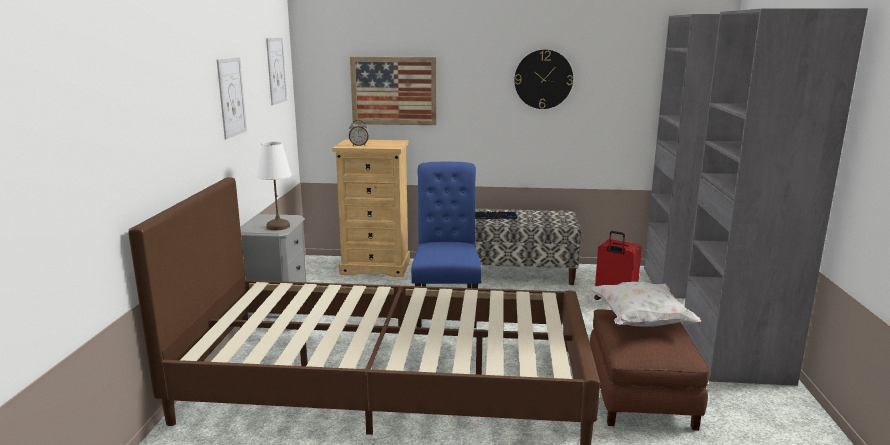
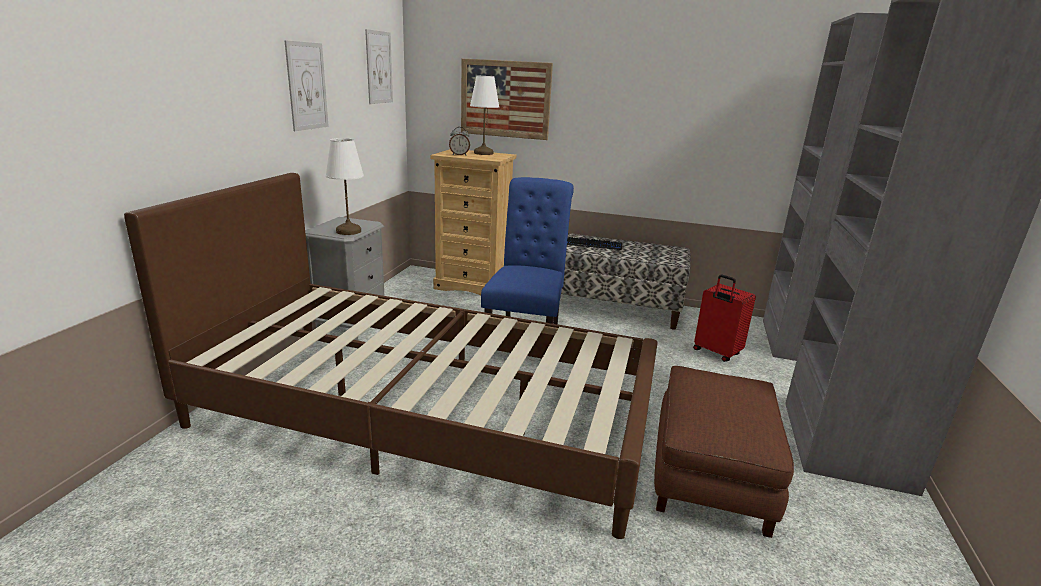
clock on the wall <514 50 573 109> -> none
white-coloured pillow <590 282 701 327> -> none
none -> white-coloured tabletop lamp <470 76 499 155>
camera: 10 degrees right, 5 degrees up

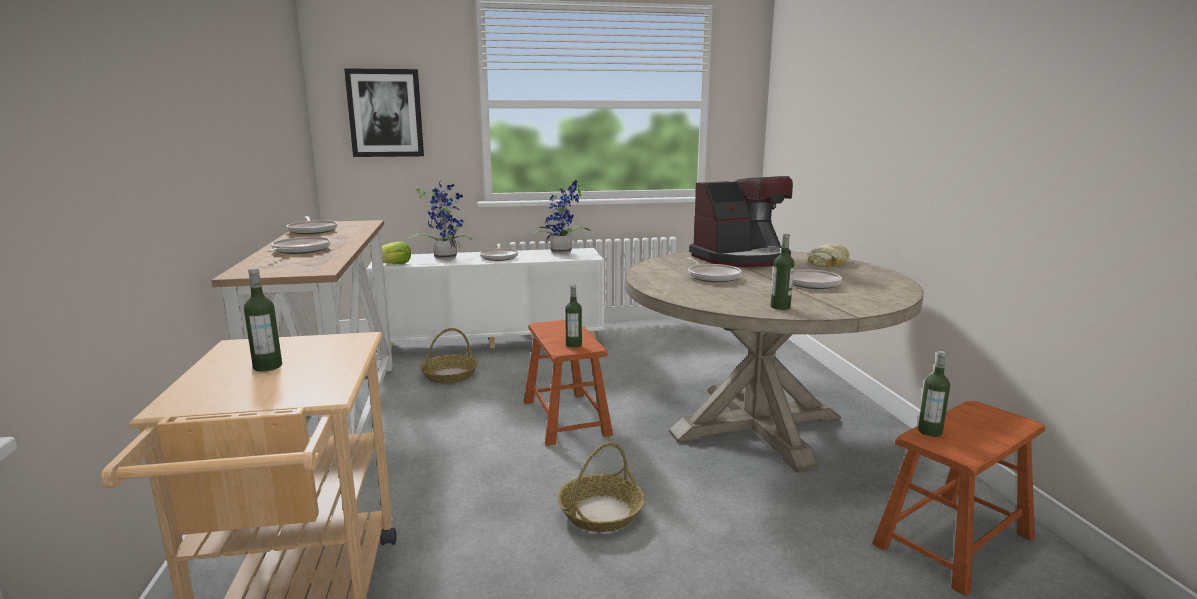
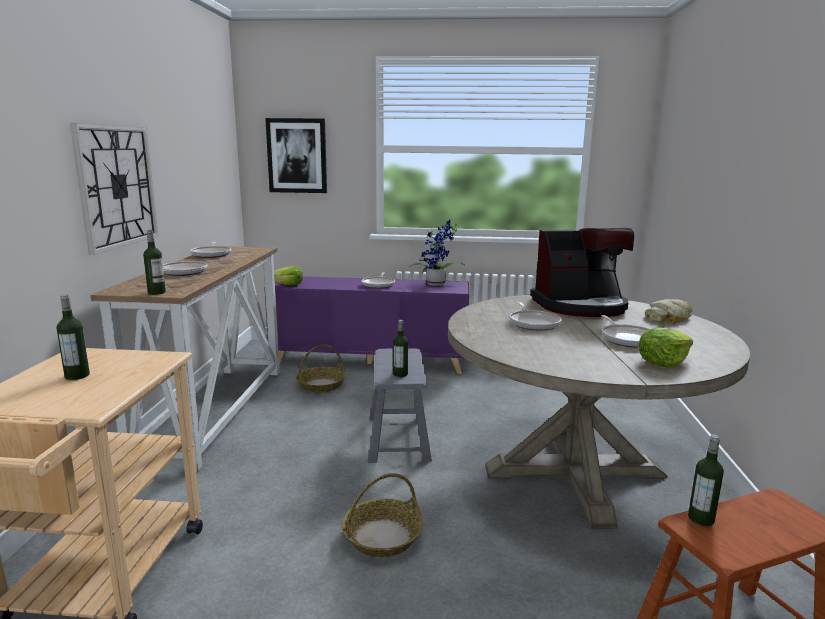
white-coloured cabinet <366 248 604 348> -> purple-coloured cabinet <264 276 469 374>
plant in a pot <408 182 472 260> -> none
brown-coloured stool seat <524 320 613 446> -> gray stool seat <368 348 432 463>
beverage bottle <771 233 794 310> -> beverage bottle <143 230 166 295>, shifted
none -> clock on the wall <70 123 158 255>
none -> head of lettuce <638 328 693 367>
camera: 15 degrees right, 0 degrees up

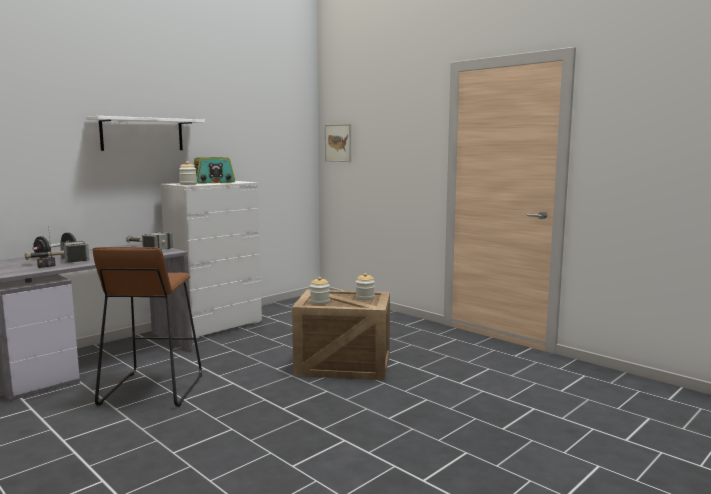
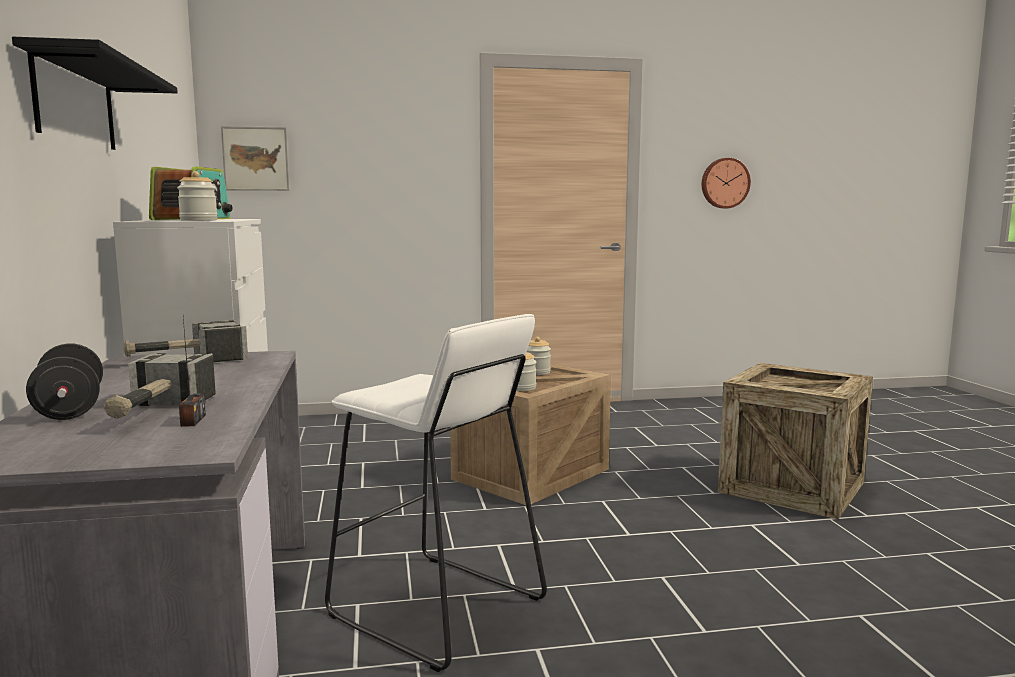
white-coloured wall shelf <86 116 205 151> -> black-coloured wall shelf <12 37 178 150>
brown-coloured stool seat <93 247 202 407> -> white-coloured stool seat <325 314 547 672>
none -> clock on the wall <702 158 751 208>
none -> packing crate <718 363 873 519>
camera: 55 degrees left, 0 degrees up

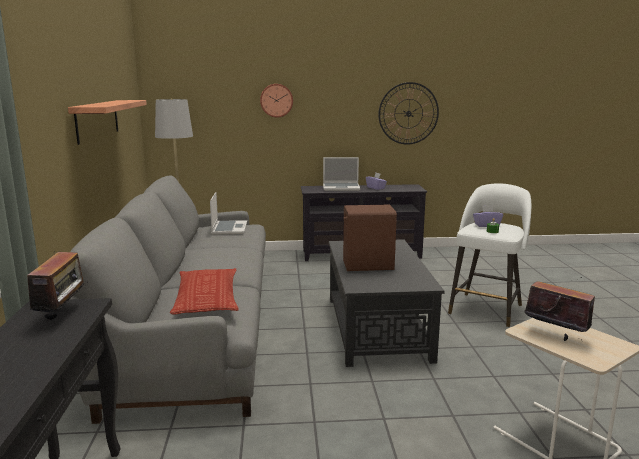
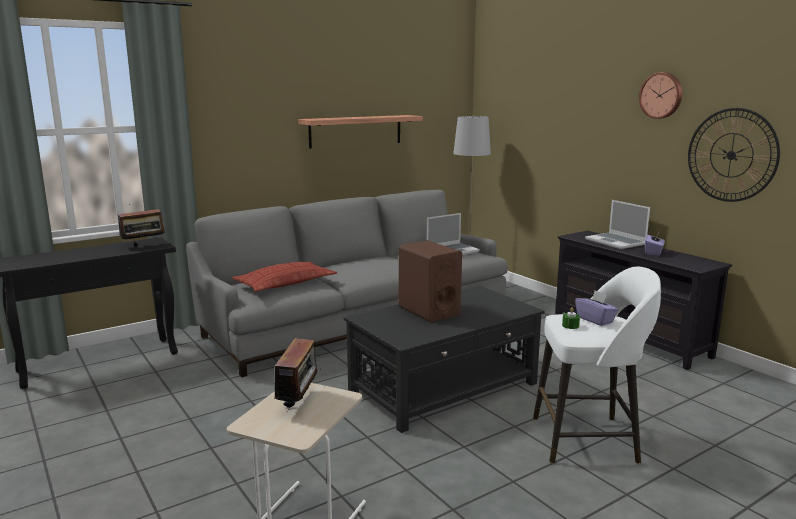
clock on the wall <260 84 293 118> -> clock on the wall <639 72 682 119>, shifted
camera: 60 degrees right, 0 degrees up

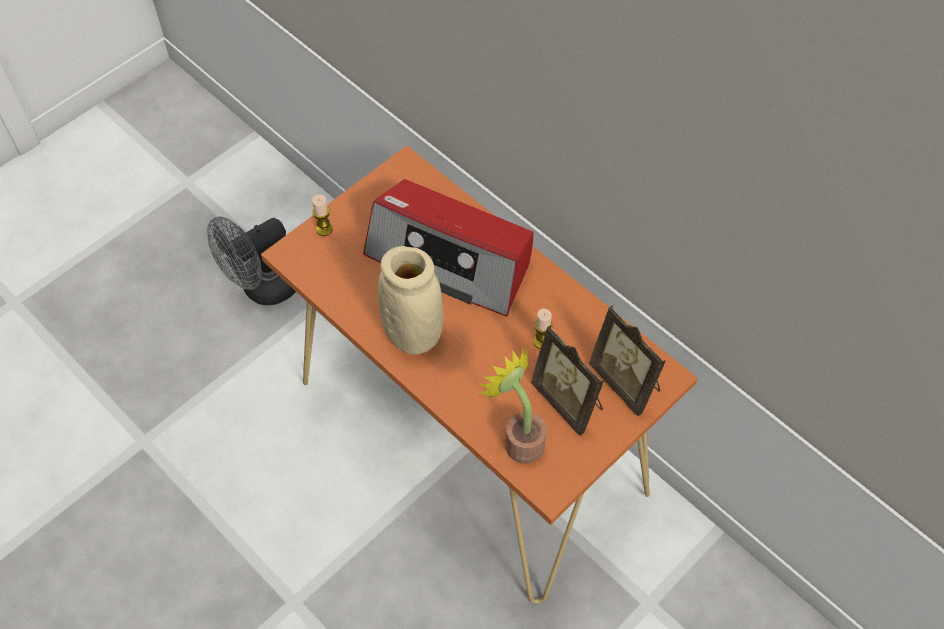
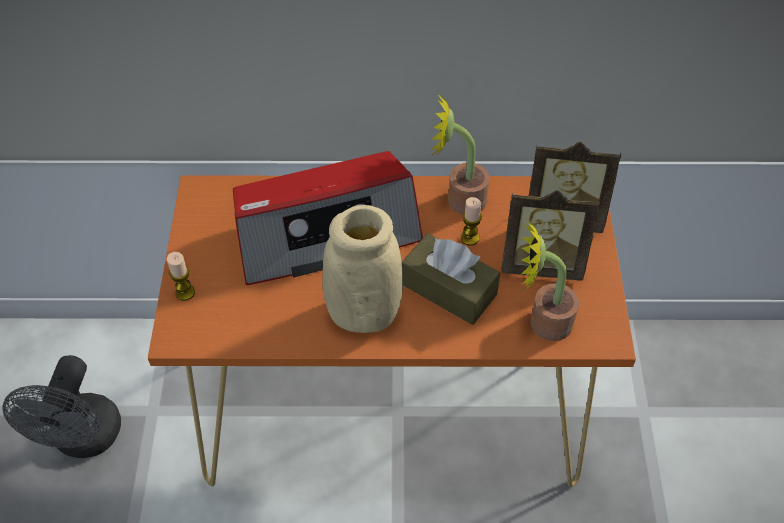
none -> brown-coloured tissue holder <402 233 500 325>
none -> plant in a pot <430 94 490 215>
camera: 45 degrees left, 5 degrees down

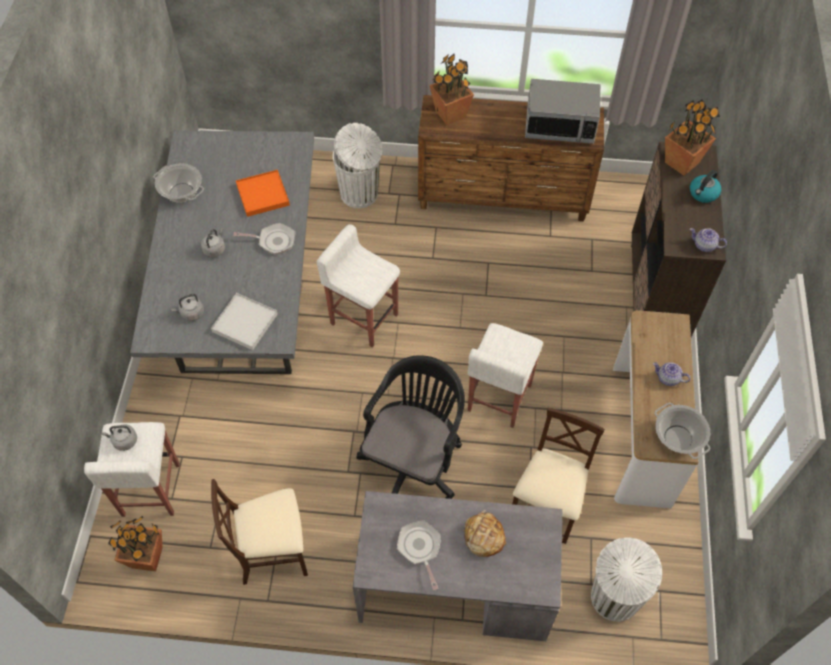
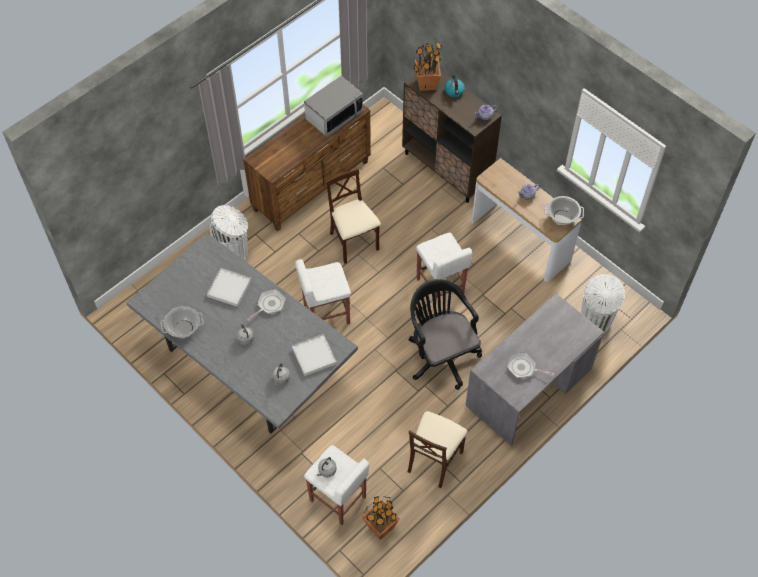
orange-coloured carrying tray <236 170 290 217> -> white-coloured carrying tray <207 268 251 307>
plant in a pot <429 54 474 125> -> none
bakery bread <463 510 506 557> -> none
beige-coloured plain chair <512 408 605 544> -> beige-coloured plain chair <325 168 381 264>, shifted
camera: 50 degrees left, 0 degrees up

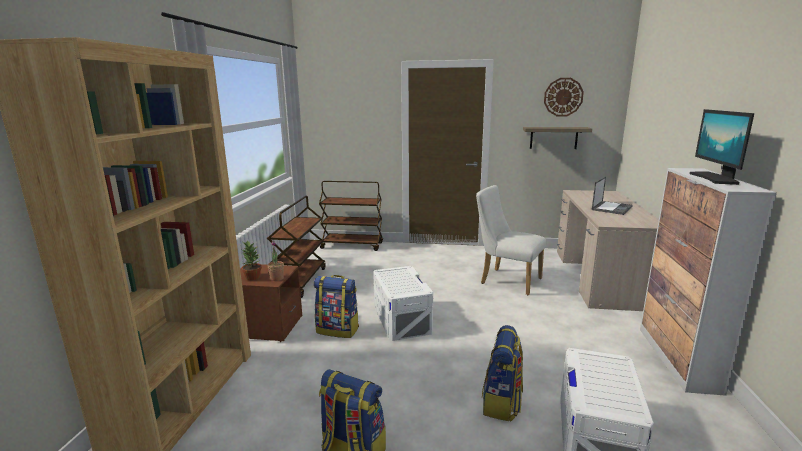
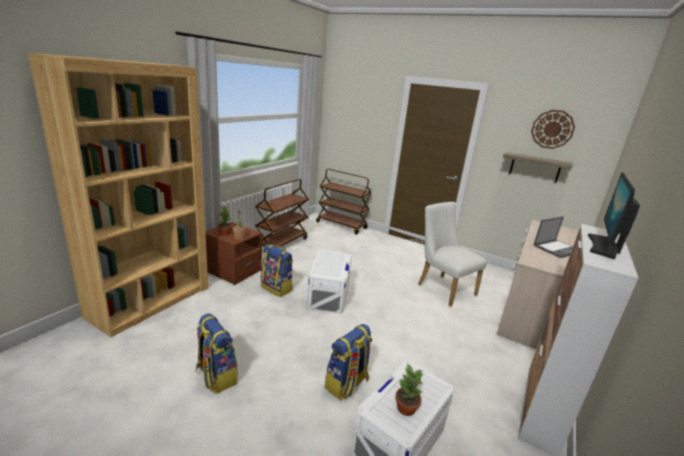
none -> plant in a pot <395 363 424 416>
camera: 20 degrees right, 5 degrees up

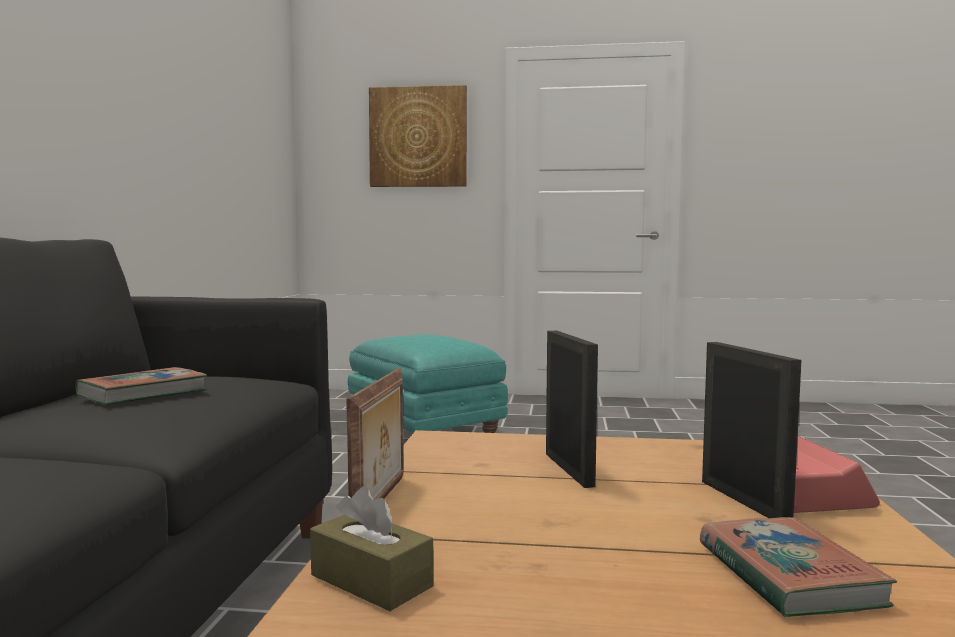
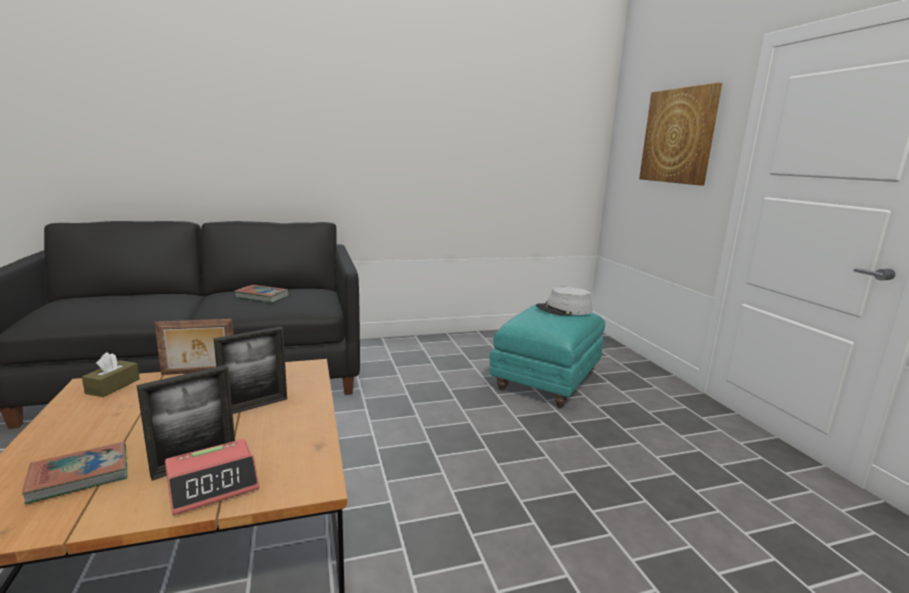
none -> gray hat <536 287 592 315>
camera: 65 degrees right, 10 degrees up

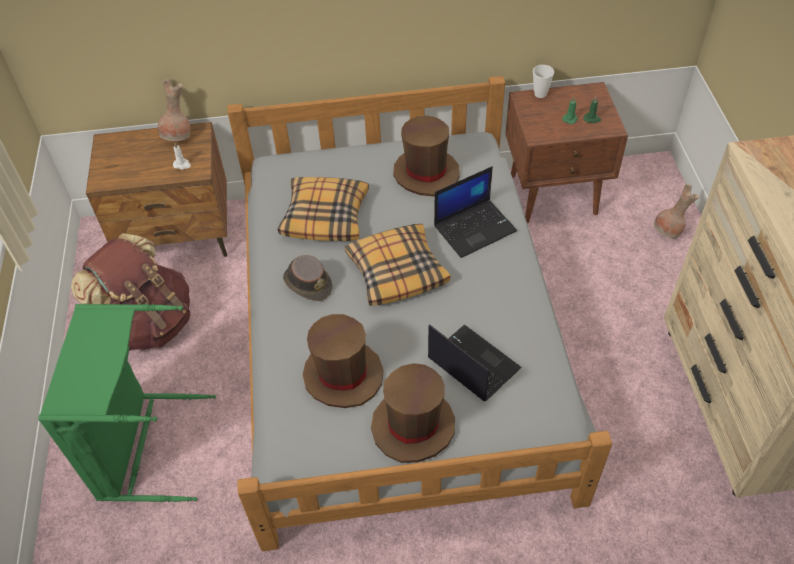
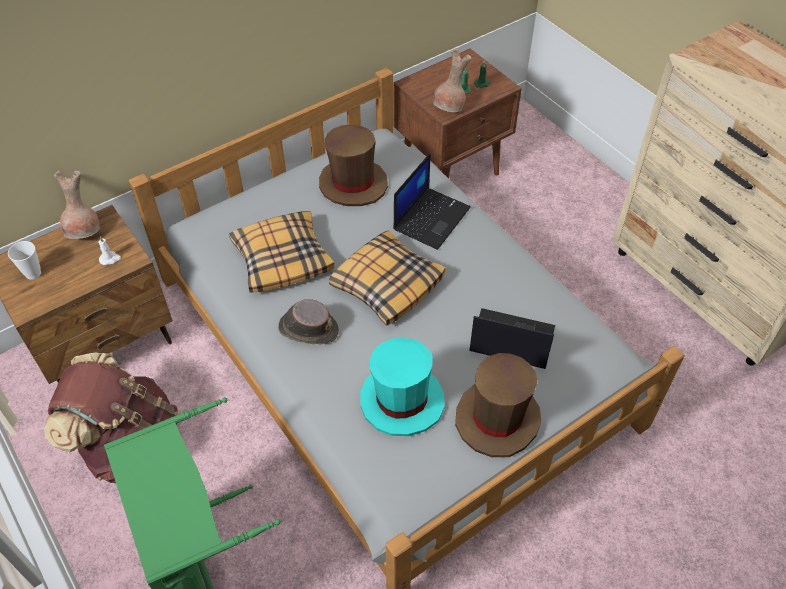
brown-coloured hat <303 314 384 408> -> turquoise-coloured hat <360 338 445 436>
small cup <533 65 554 98> -> small cup <8 241 41 280>, shifted
brown-coloured decorative vase <654 184 699 239> -> brown-coloured decorative vase <433 49 471 112>, shifted
camera: 30 degrees left, 0 degrees up

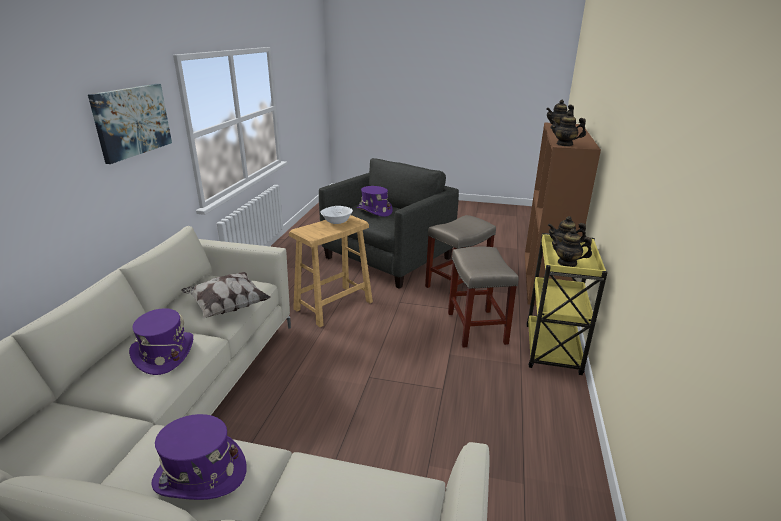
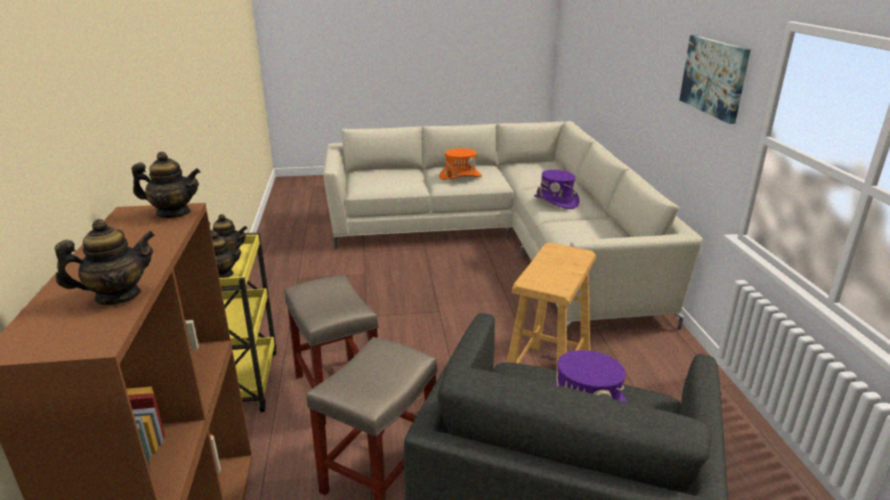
purple-coloured hat <151 414 247 500> -> orange-coloured hat <439 148 482 180>
pillow <181 272 271 319> -> none
white-coloured deep dish <321 206 353 224> -> none
camera: 160 degrees right, 0 degrees up

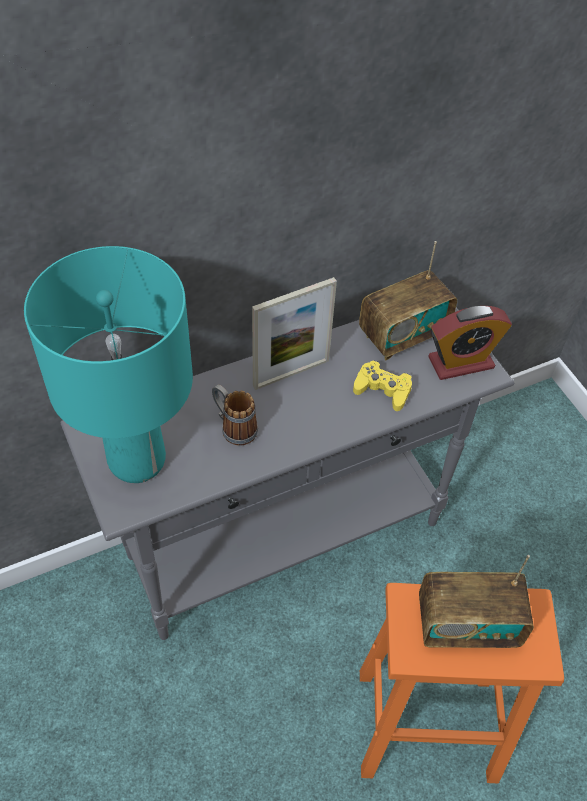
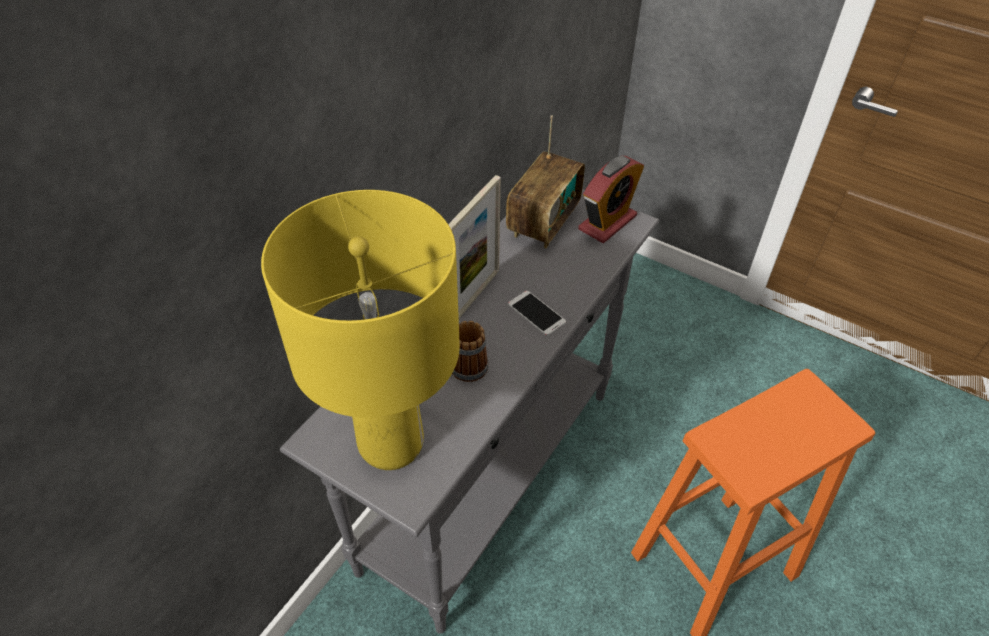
turquoise-coloured tabletop lamp <24 246 193 483> -> yellowish tabletop lamp <261 190 460 470>
yellowish game controller <353 360 412 411> -> none
radio receiver <419 555 534 648> -> none
none -> handset <508 291 566 336>
camera: 30 degrees left, 5 degrees down

